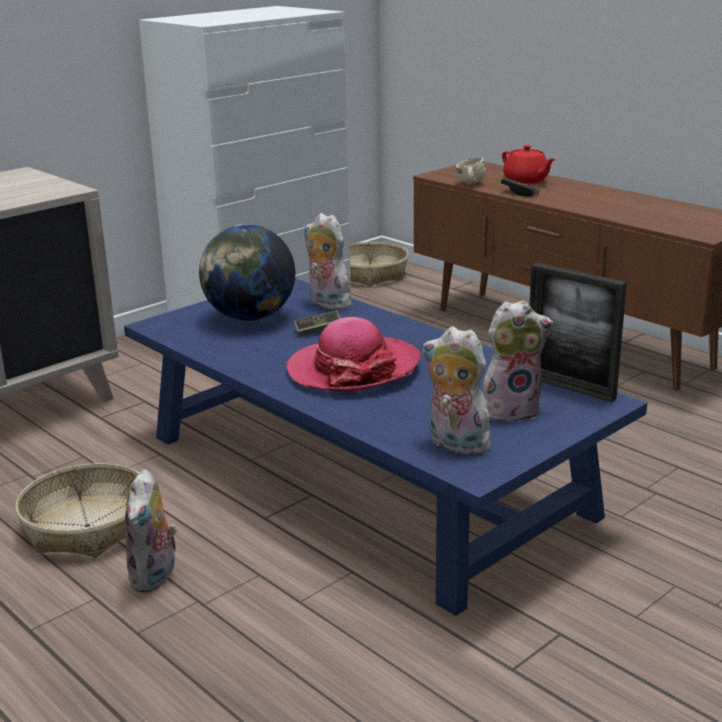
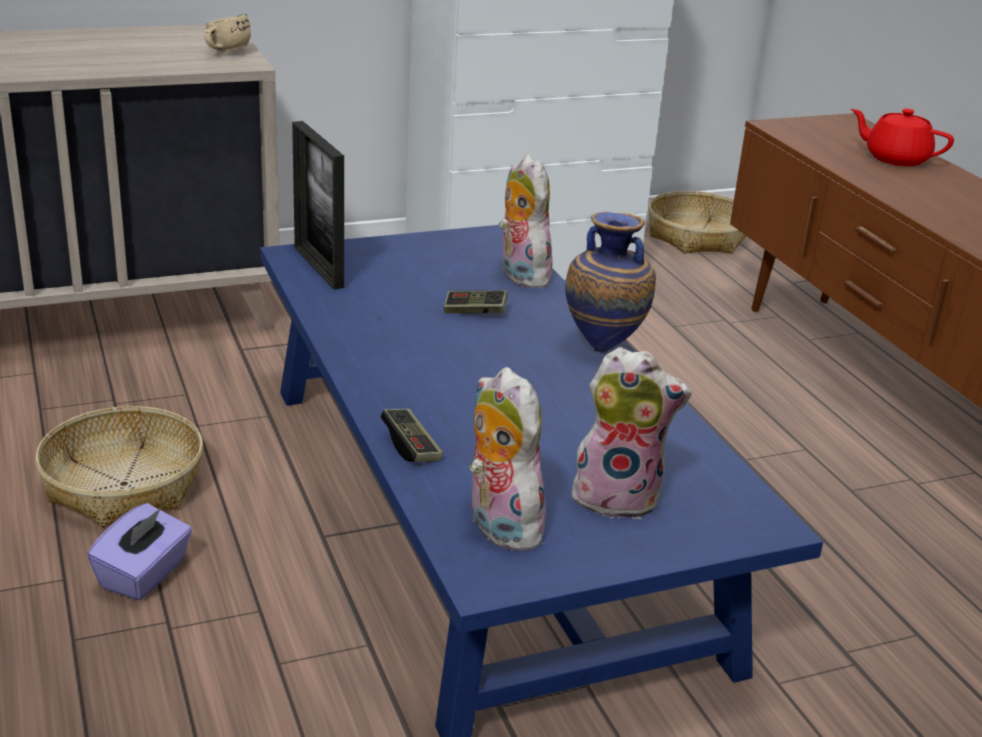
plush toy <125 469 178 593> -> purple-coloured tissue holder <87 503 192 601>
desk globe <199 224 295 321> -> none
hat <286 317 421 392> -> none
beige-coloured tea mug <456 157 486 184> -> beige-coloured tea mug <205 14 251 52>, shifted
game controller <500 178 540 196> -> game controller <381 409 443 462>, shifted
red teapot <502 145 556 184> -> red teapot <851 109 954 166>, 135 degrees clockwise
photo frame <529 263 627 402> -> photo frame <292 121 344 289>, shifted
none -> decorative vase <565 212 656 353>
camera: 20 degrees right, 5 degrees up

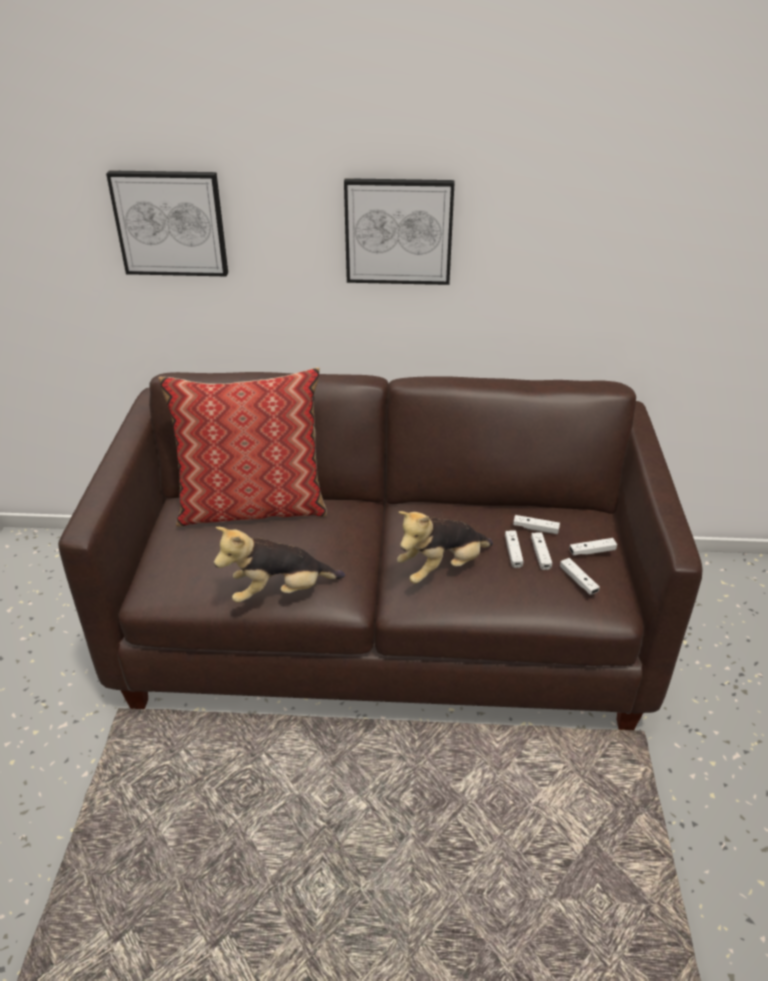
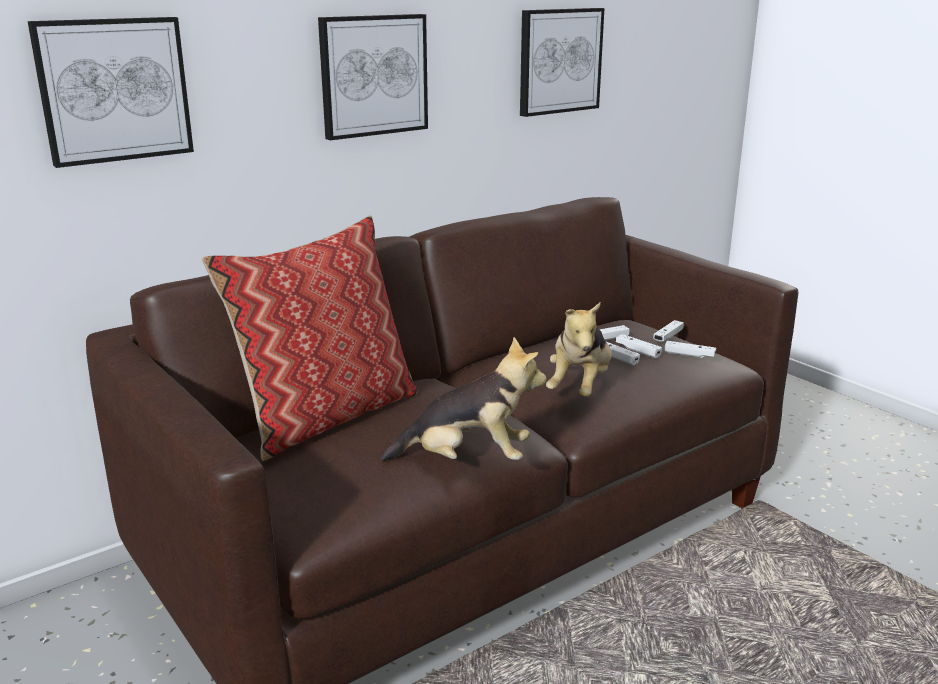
plush toy <214 527 345 603> -> plush toy <381 337 546 461>, 120 degrees counterclockwise
none -> picture <520 8 604 117>
camera: 40 degrees left, 15 degrees down

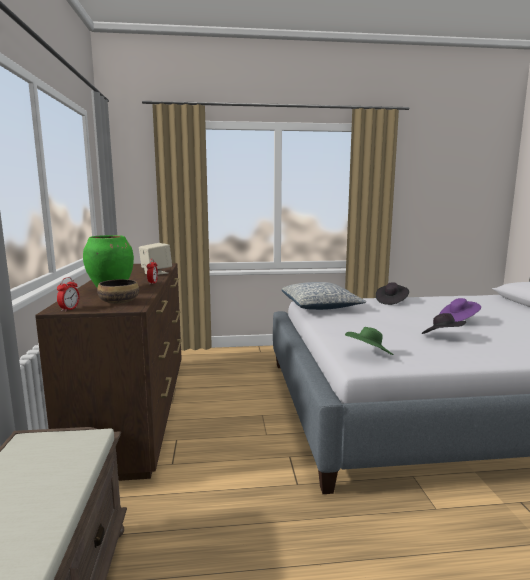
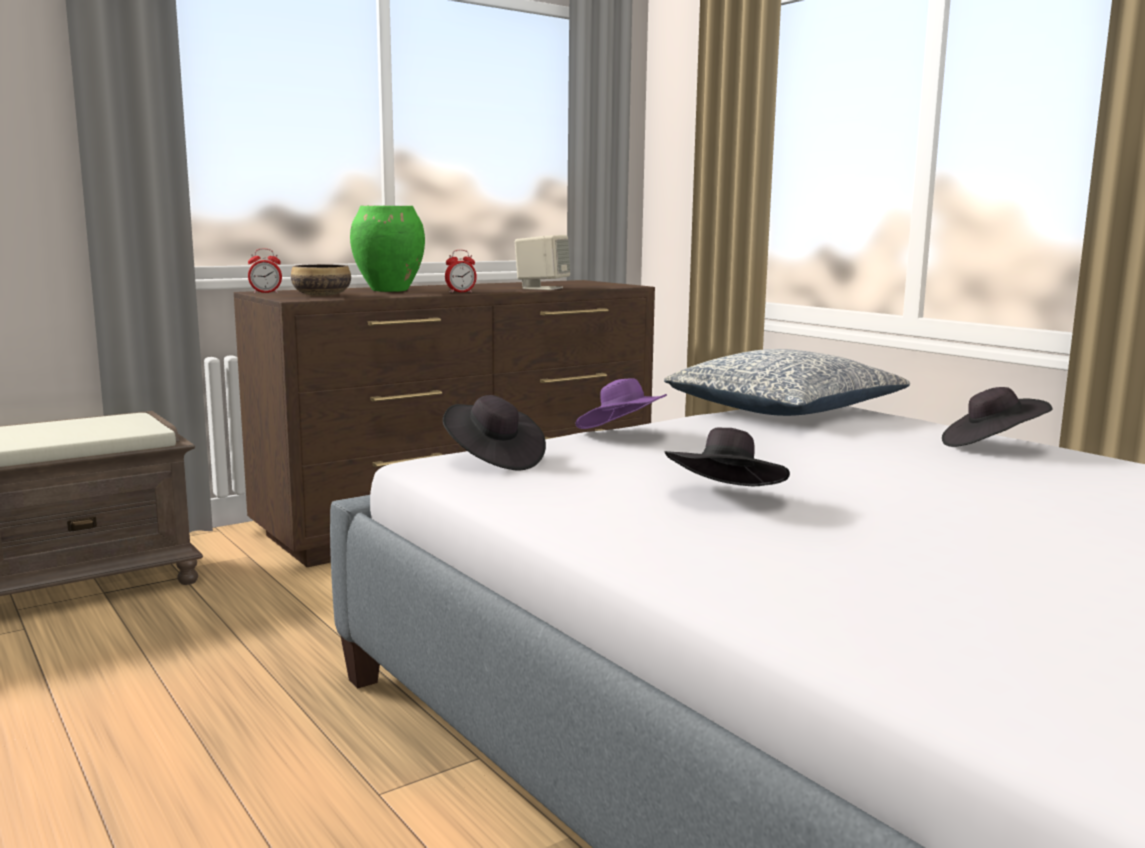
green hat <345 327 394 355> -> black-coloured hat <443 395 546 471>
purple-coloured hat <440 298 481 322> -> purple-coloured hat <575 378 667 429>, shifted
camera: 60 degrees right, 0 degrees up

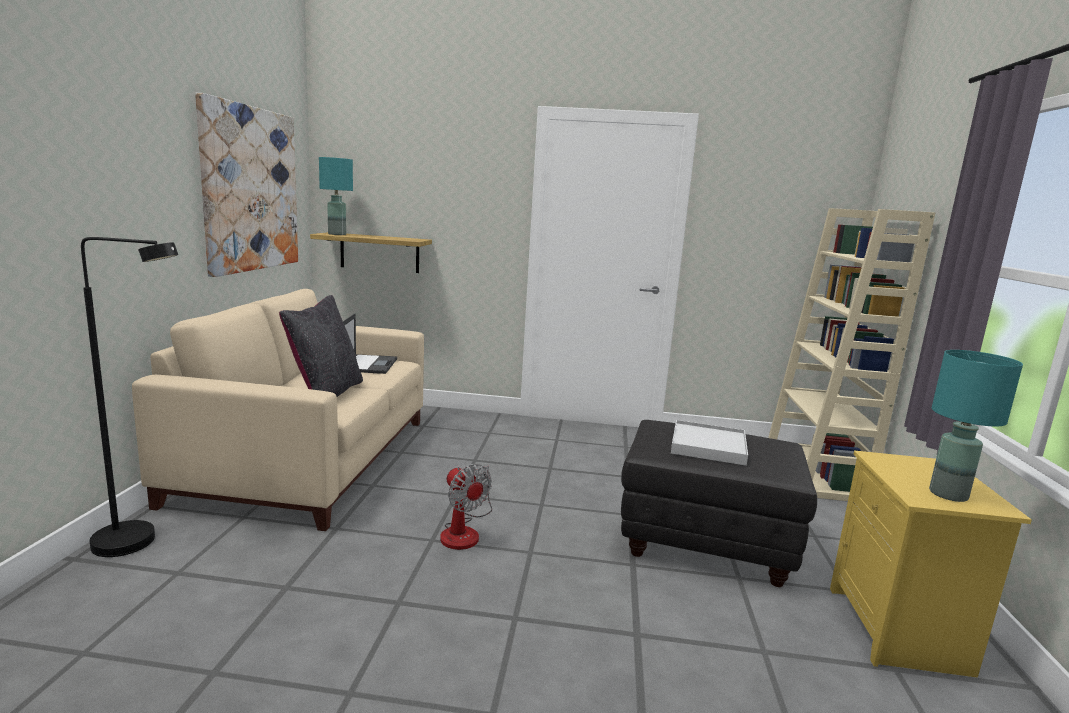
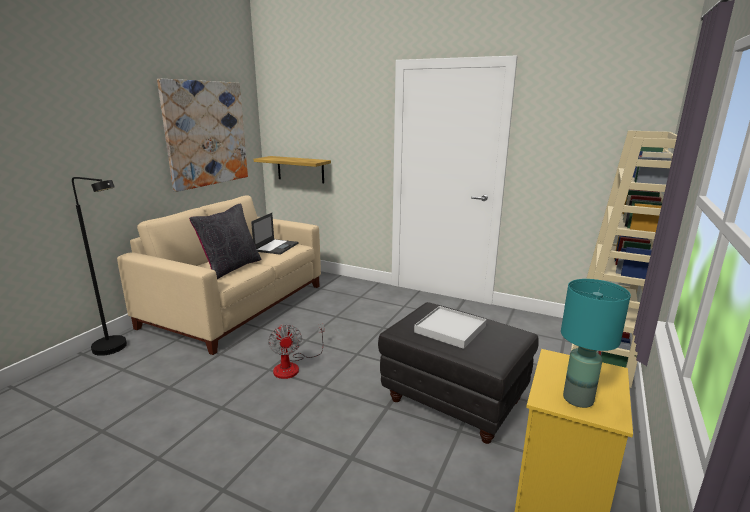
turquoise-coloured tabletop lamp <319 157 353 235> -> none
camera: 20 degrees right, 5 degrees up

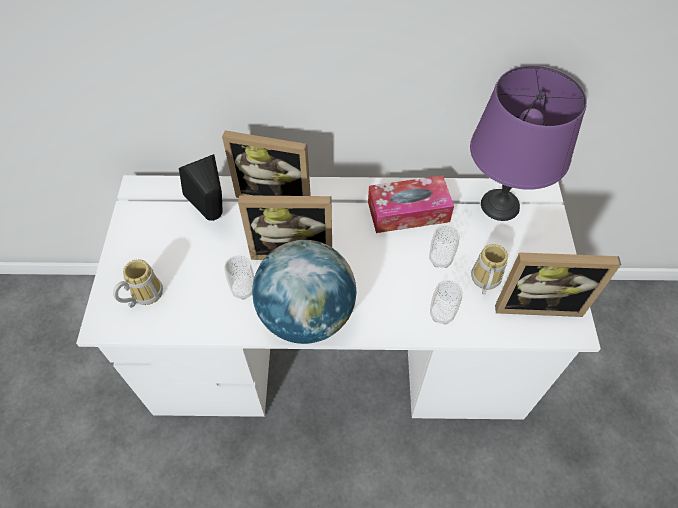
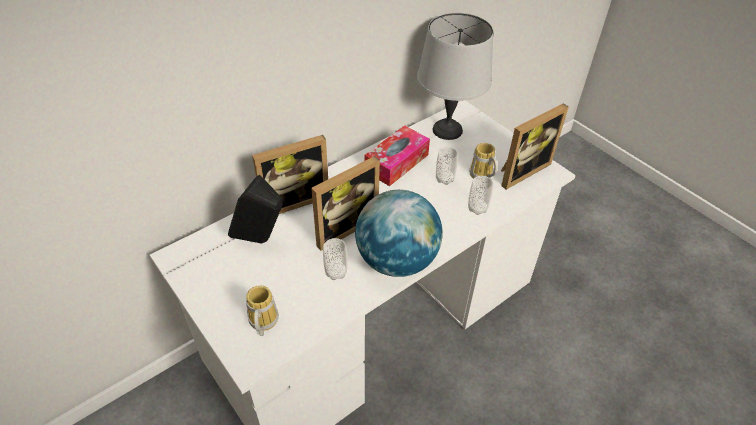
purple-coloured tabletop lamp <470 65 587 221> -> gray tabletop lamp <417 13 493 140>
camera: 40 degrees left, 10 degrees down

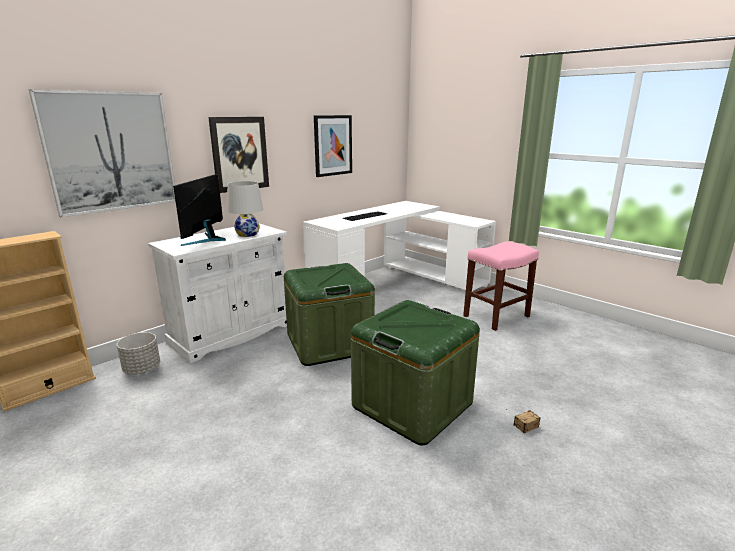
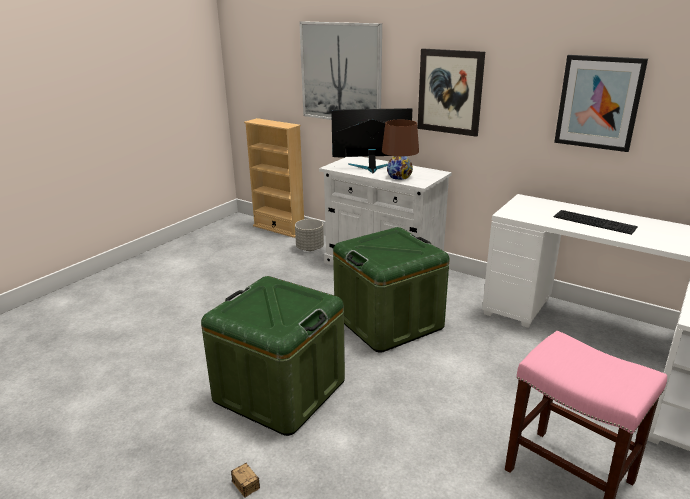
white-coloured tabletop lamp <227 181 263 237> -> brown-coloured tabletop lamp <382 119 419 180>
camera: 80 degrees right, 5 degrees up

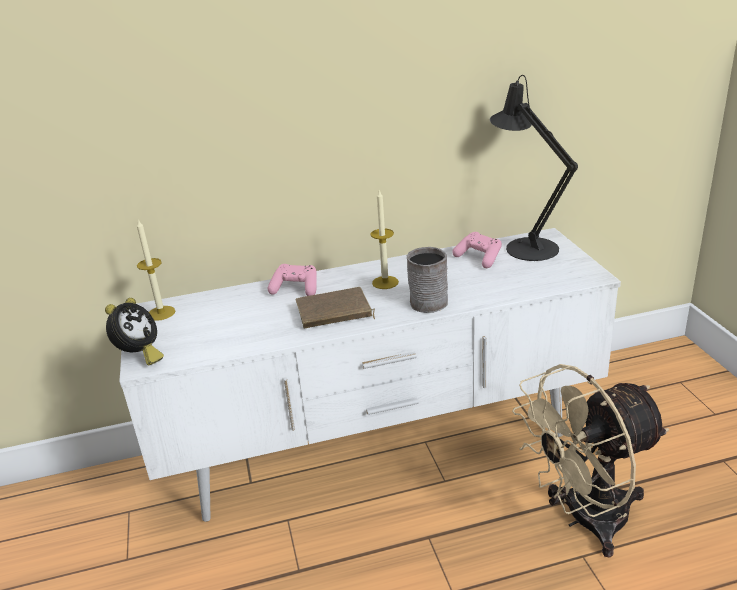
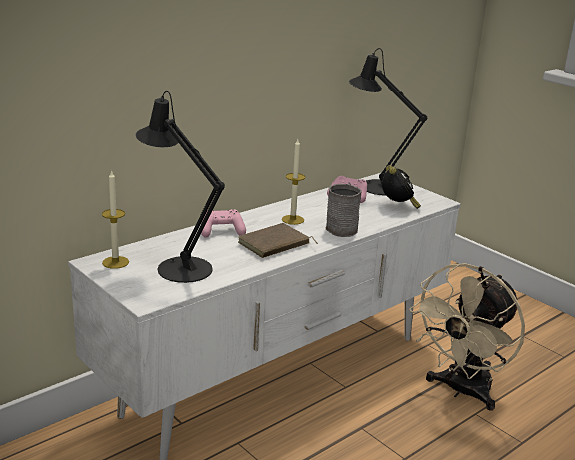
alarm clock <105 298 164 365> -> alarm clock <382 165 421 209>, shifted
none -> black-coloured tabletop lamp <135 91 225 283>
camera: 30 degrees left, 5 degrees down

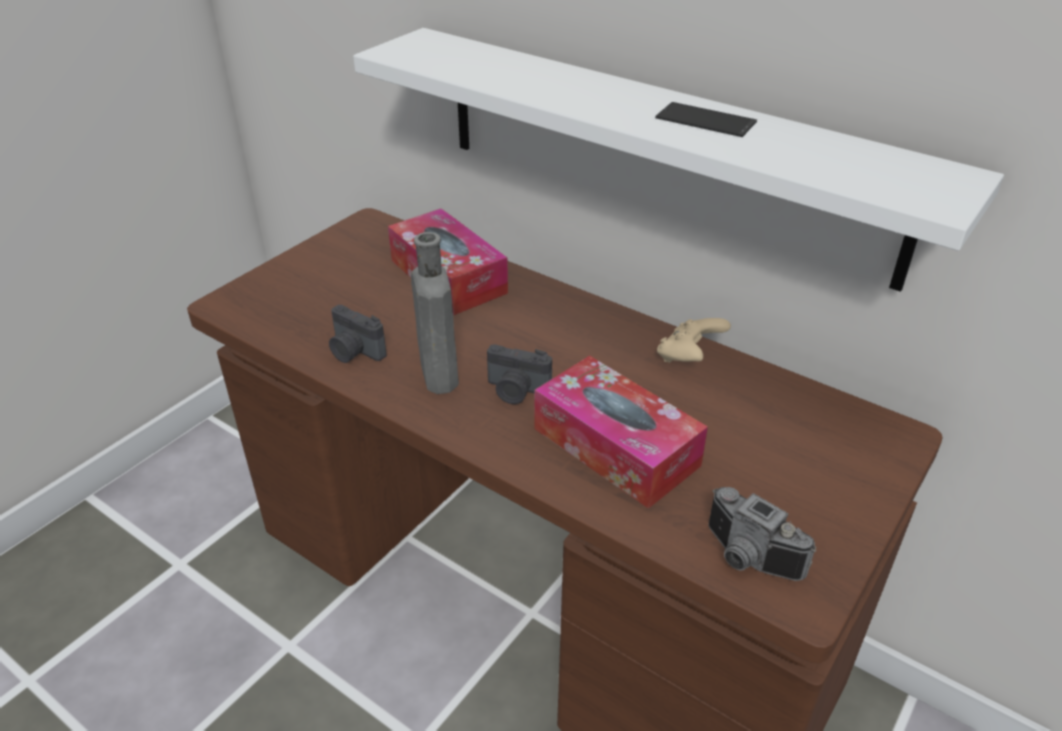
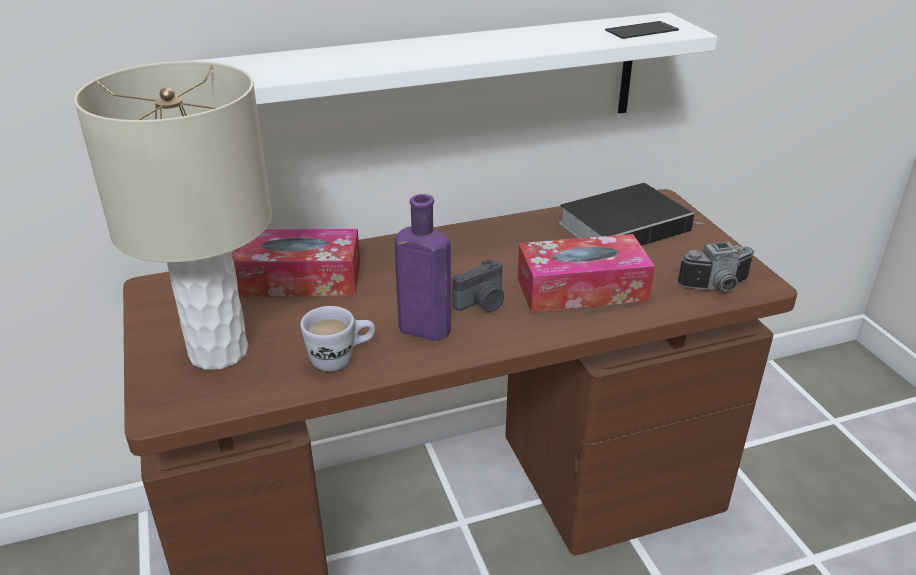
still camera <329 305 387 363> -> white-coloured tea mug <300 306 375 371>
gray beverage bottle <411 232 459 394> -> purple-coloured beverage bottle <394 194 451 341>
handset <655 102 757 137> -> handset <605 21 679 39>, shifted
beige-coloured game controller <657 318 731 363> -> none
none -> beige-coloured tabletop lamp <74 61 272 370>
none -> bound book <559 183 704 246>
camera: 55 degrees left, 5 degrees down

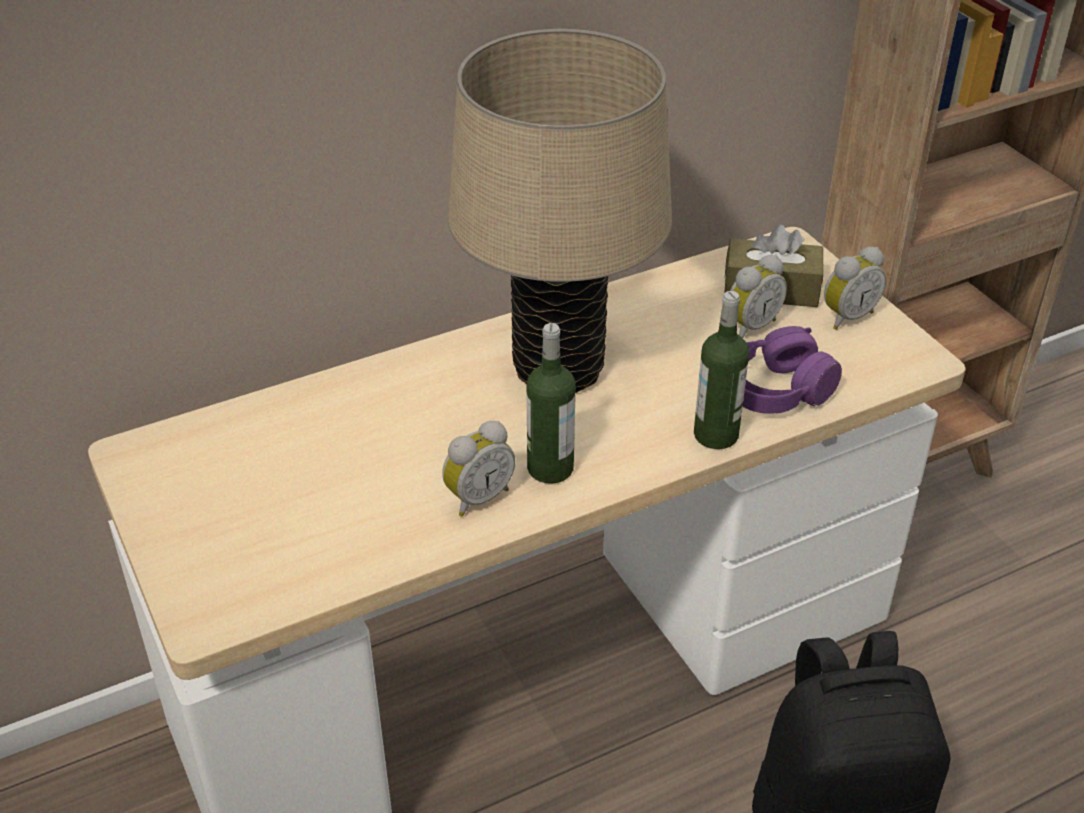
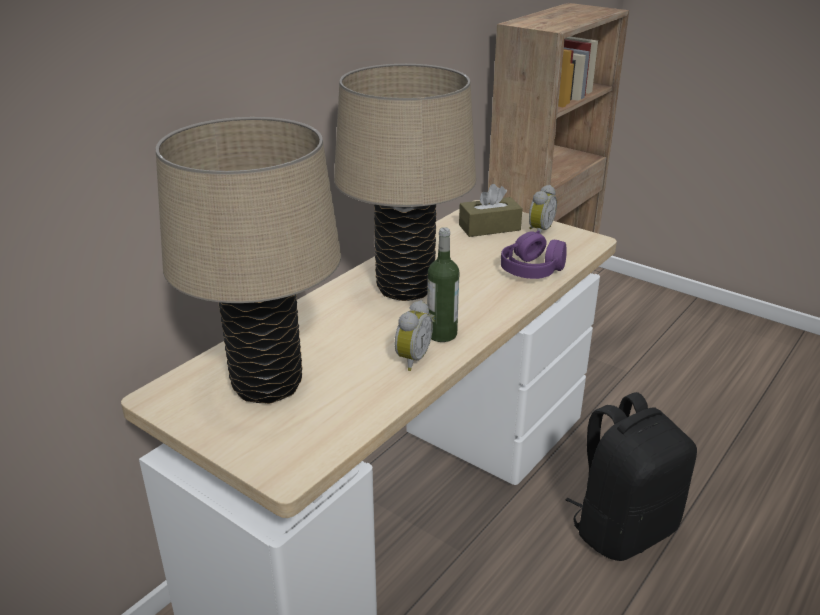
beverage bottle <694 291 749 449> -> none
alarm clock <730 255 787 338> -> none
none -> beige-coloured tabletop lamp <156 117 341 404>
camera: 25 degrees left, 10 degrees down

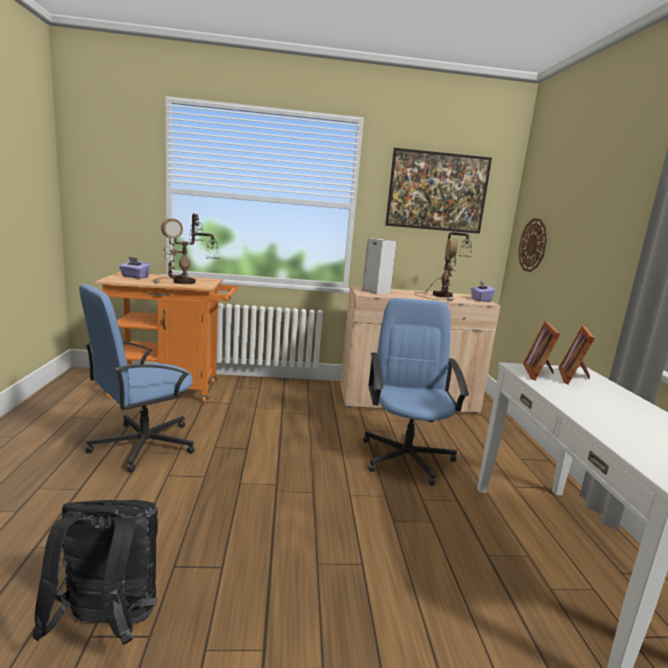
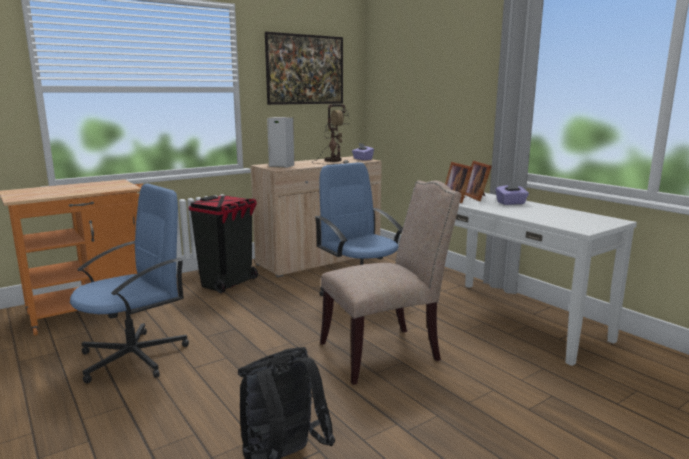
blue-coloured desk chair <79 284 195 473> -> blue-coloured desk chair <70 183 189 383>, 150 degrees counterclockwise
purple-coloured tissue holder <119 257 151 279> -> purple-coloured tissue holder <496 182 529 205>, shifted
tabletop lamp <152 213 219 284> -> none
clock on the wall <518 218 547 272> -> none
none -> black-coloured trash can <189 195 258 293>
none -> beige-coloured plain chair <320 180 461 385>
camera: 30 degrees left, 0 degrees up

